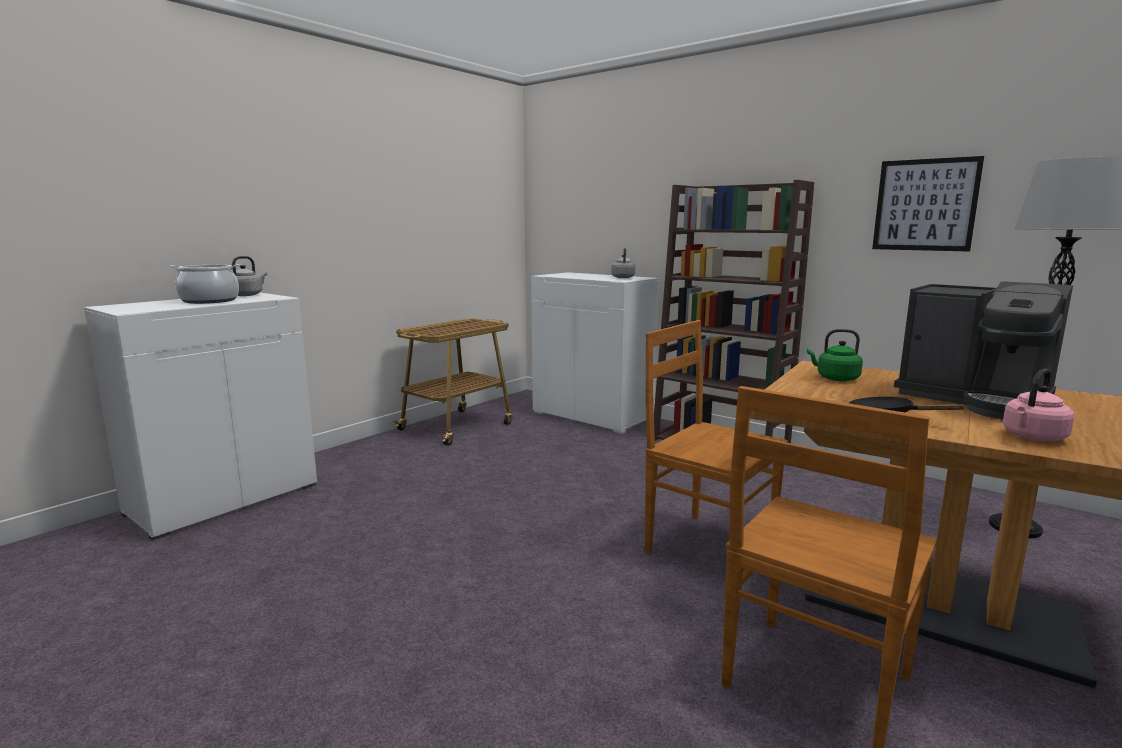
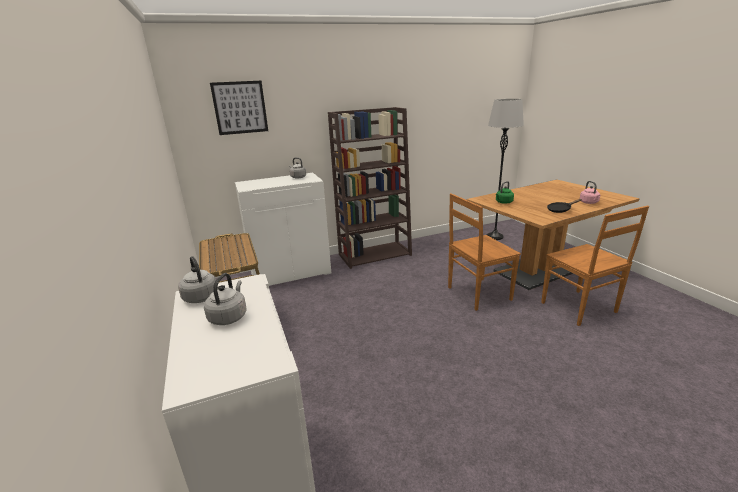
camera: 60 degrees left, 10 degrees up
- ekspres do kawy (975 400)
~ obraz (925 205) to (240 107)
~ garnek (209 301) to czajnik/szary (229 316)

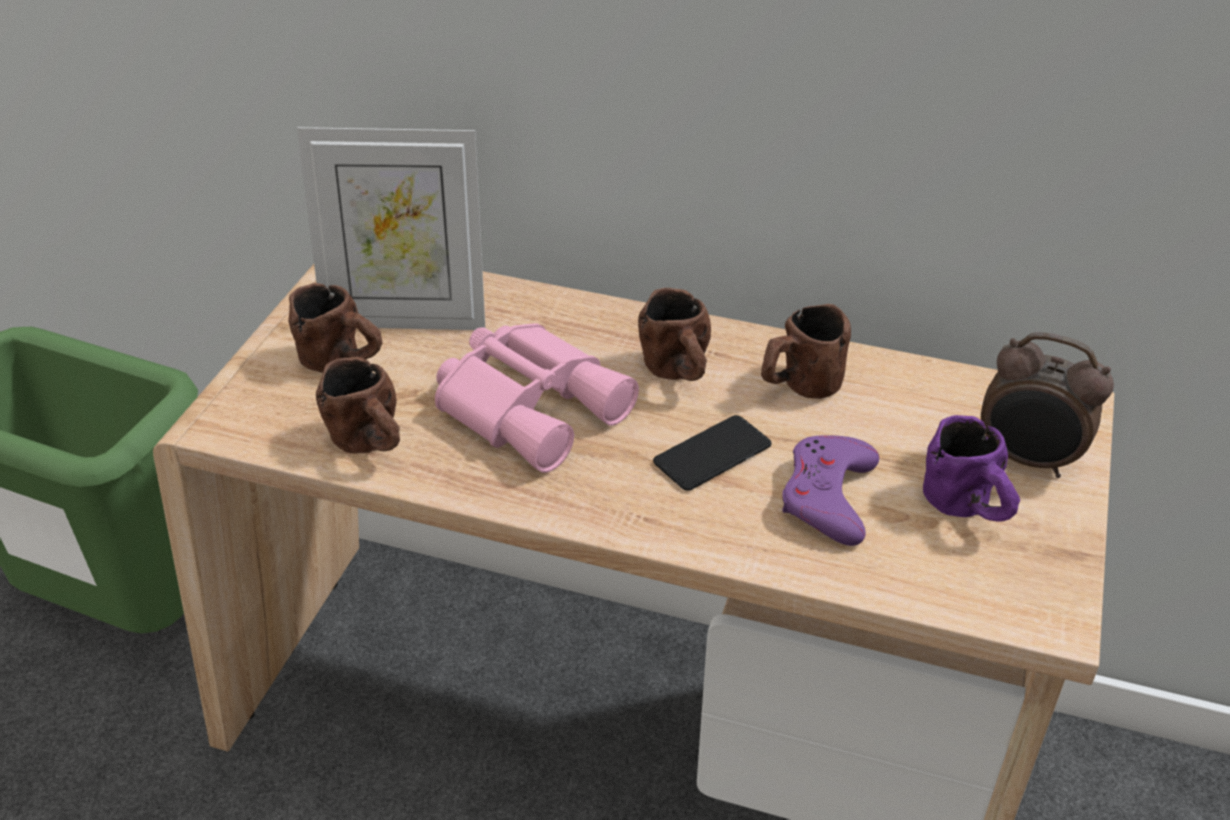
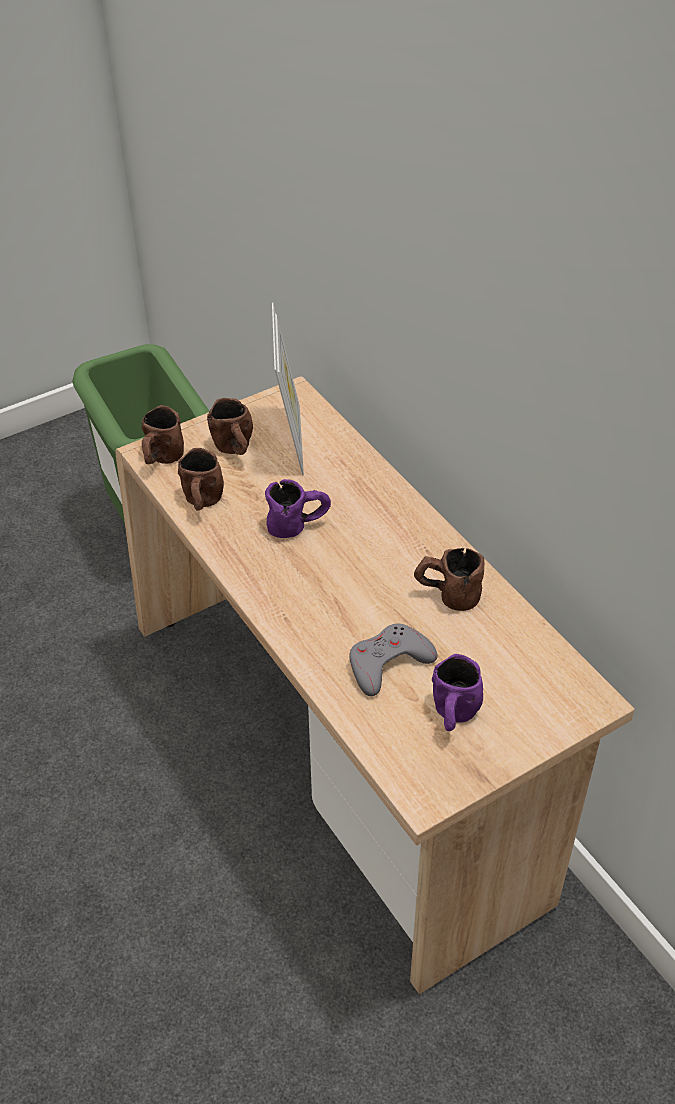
camera: 40 degrees right, 5 degrees up
- telefon (712 454)
- budzik (1027 460)
~ kubek/brązowy (680 375) to (161 460)
~ lornetka/różowy (532 404) to kubek/fioletowy (298 525)
~ pad do gier/fioletowy (828 496) to pad do gier/szary (388 663)
~ ramka na zdjęcie (406 318) = (290 441) 135 degrees counterclockwise

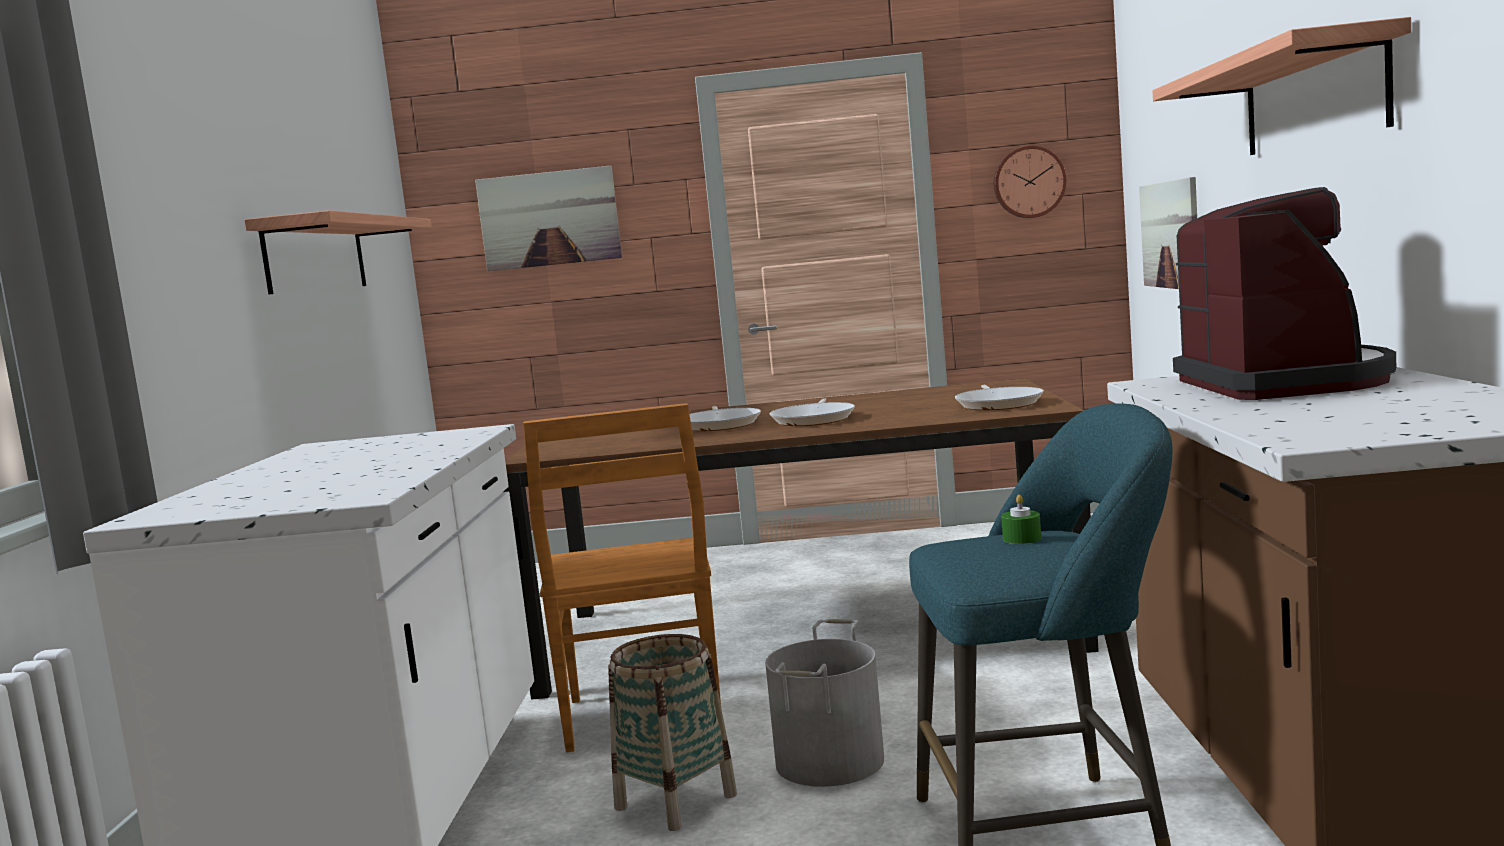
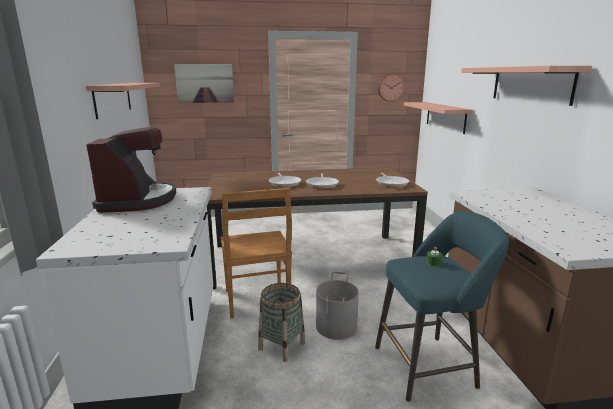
camera: 10 degrees left, 10 degrees up
~ ekspres do kawy (1285 383) to (138 200)
~ obraz (1170 234) to półka (445 117)

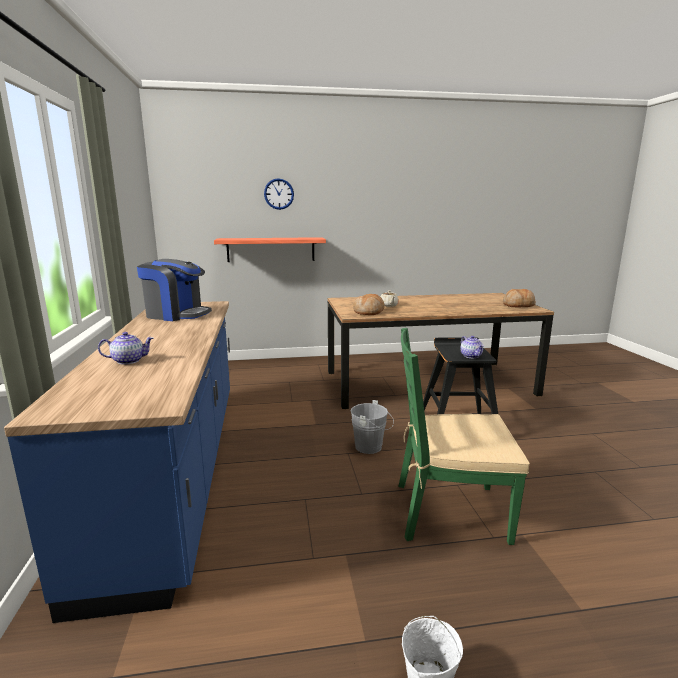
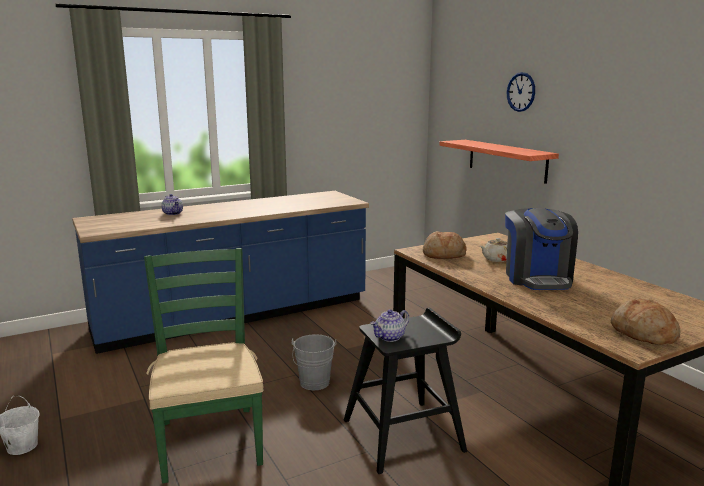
camera: 70 degrees right, 0 degrees up
~ ekspres do kawy (177 315) to (537 278)

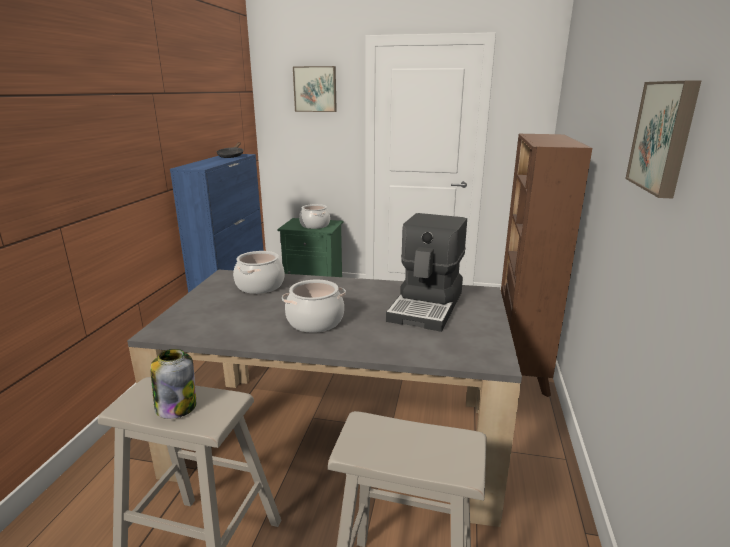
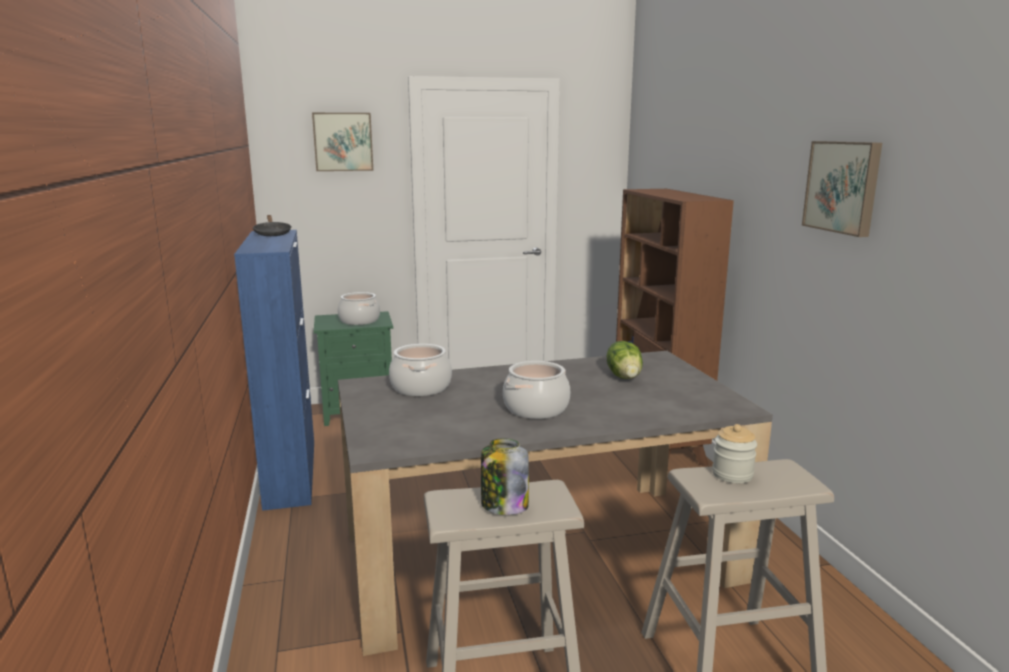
camera: 25 degrees left, 5 degrees down
+ słoik (732 474)
~ ekspres do kawy (427 306) to sałata (625 376)

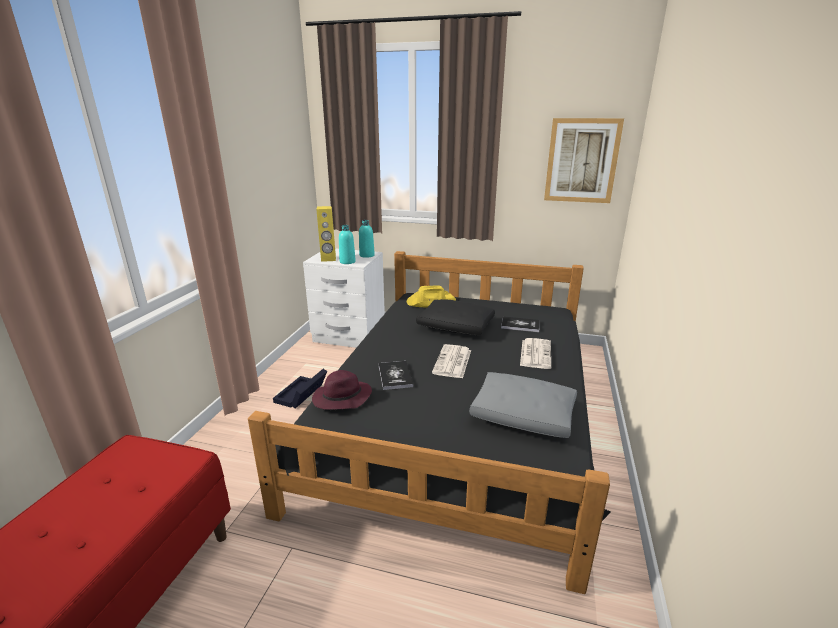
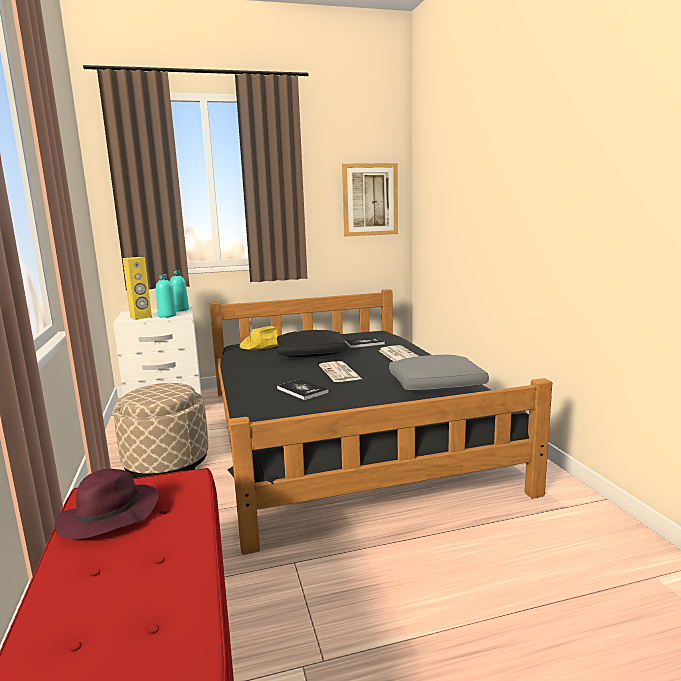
camera: 30 degrees left, 10 degrees down
~ kapelusz/fioletowy (341 399) to (108 517)
~ pojemnik do przechowywania/czarny (301 395) to pufa/beżowy (166 463)

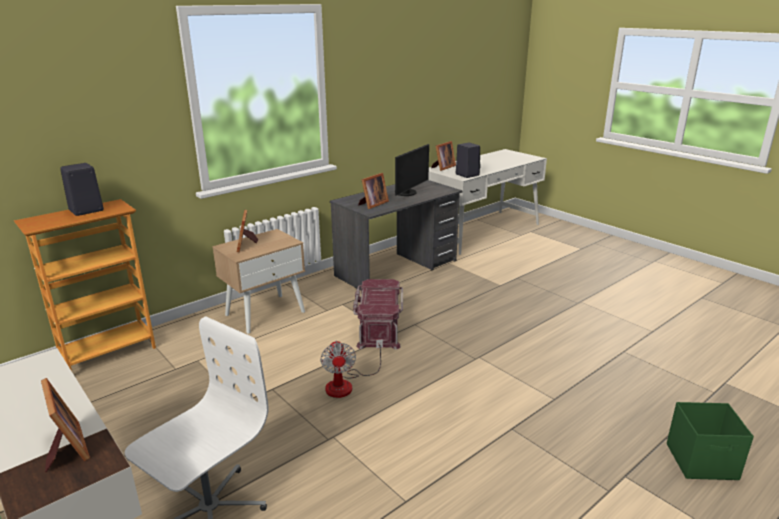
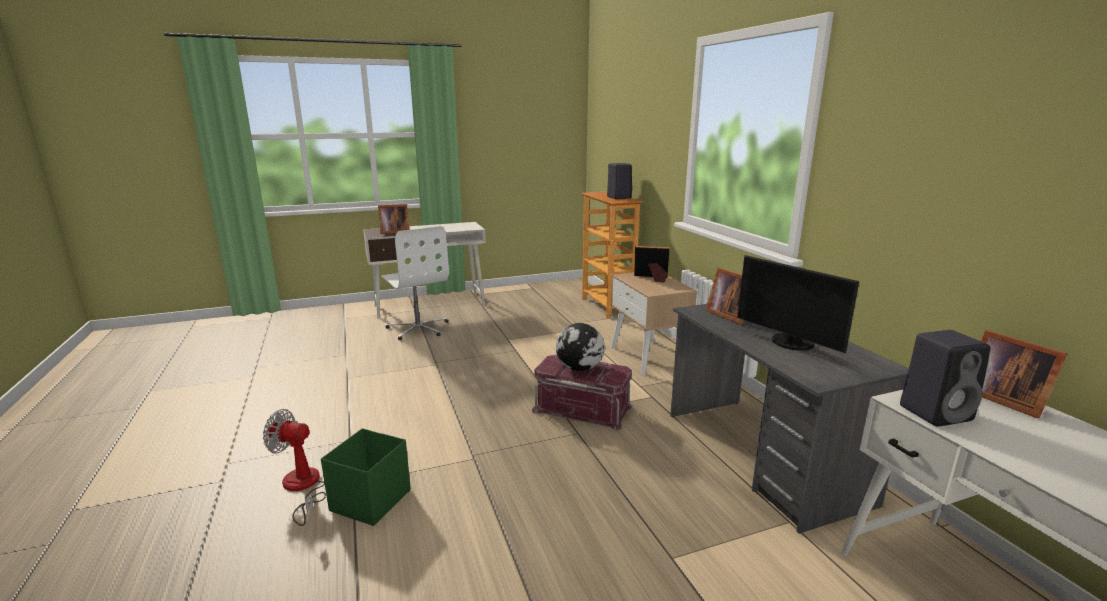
camera: 110 degrees right, 5 degrees down
+ globus (579 369)
~ wentylator (346 384) to (302 488)
~ pojemnik do przechowywania/zielony (702 462) to (369 501)

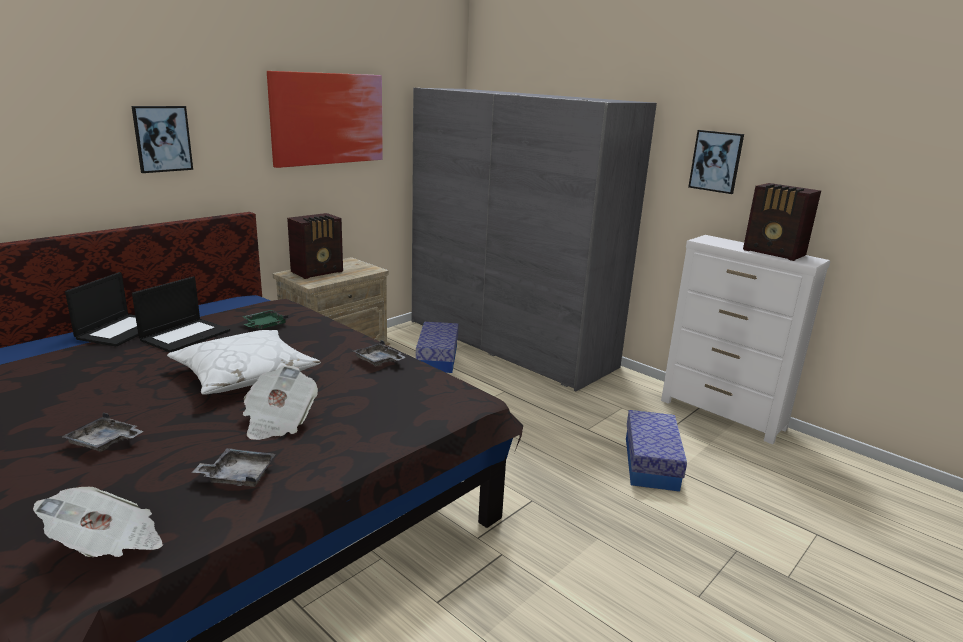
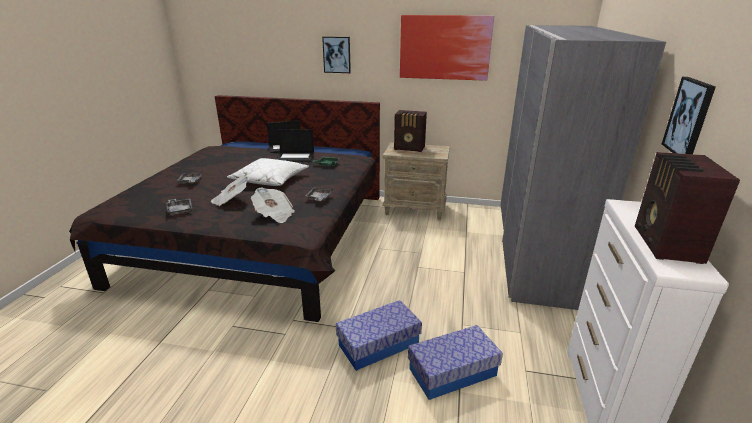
camera: 60 degrees right, 5 degrees up
~ gazeta (108 545) to (274 215)
~ pojemnik do przechowywania (437 358) to (378 344)

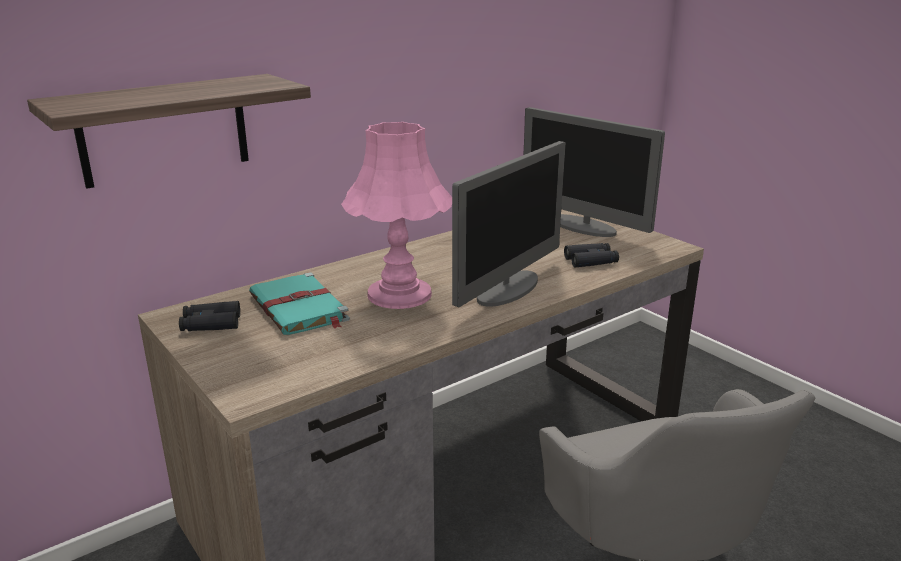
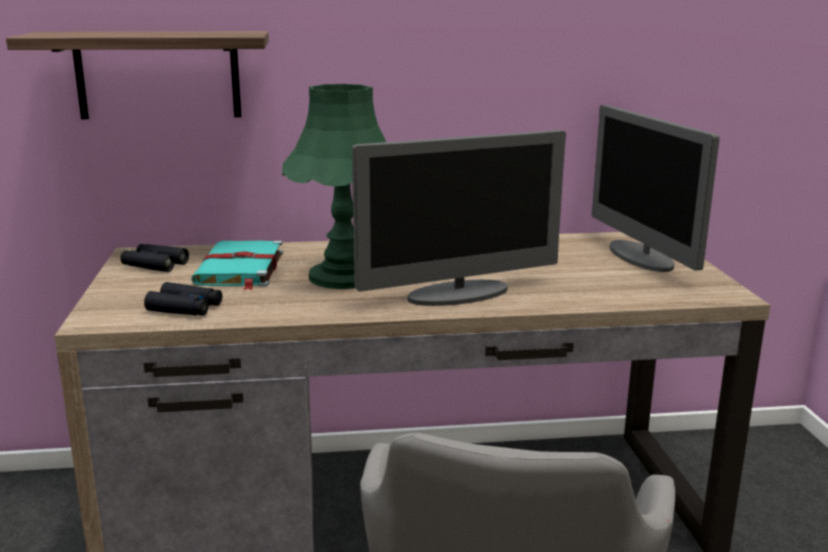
camera: 30 degrees right, 5 degrees down
~ lornetka/czarny (591 261) to (185 308)
~ lampa stołowa/różowy (400 294) to lampa stołowa/zielony (345 276)

